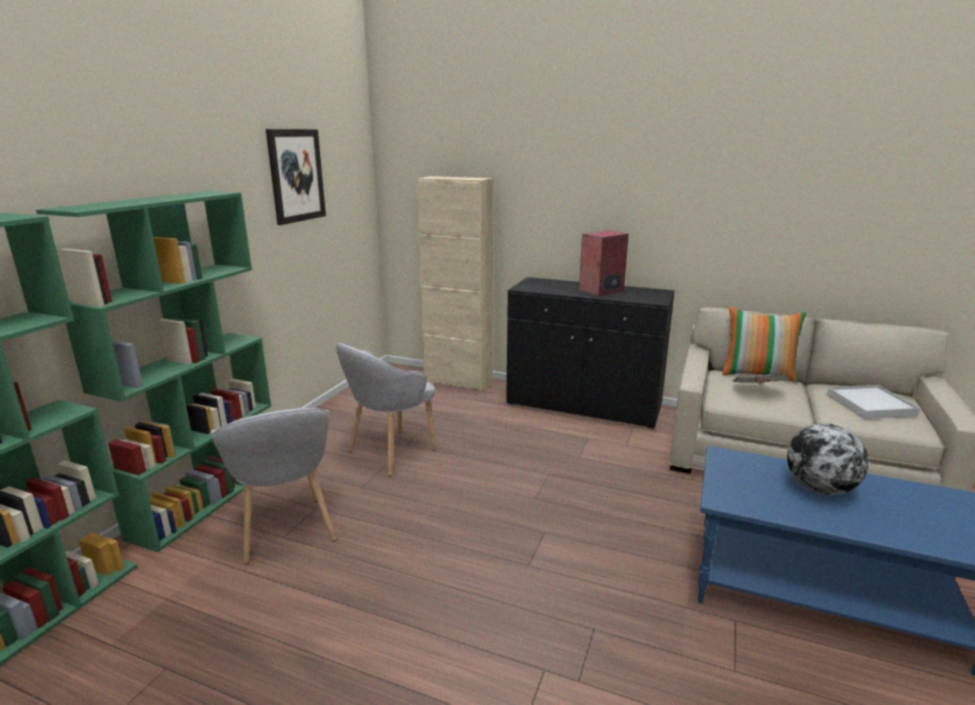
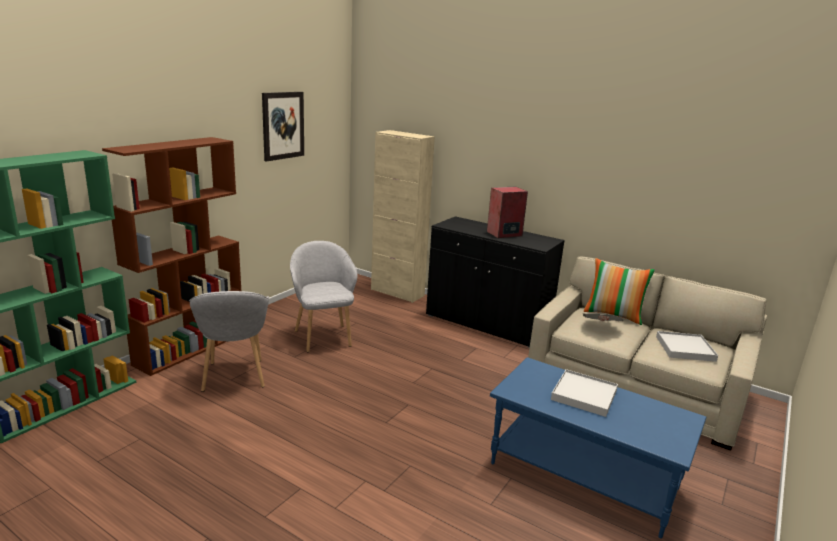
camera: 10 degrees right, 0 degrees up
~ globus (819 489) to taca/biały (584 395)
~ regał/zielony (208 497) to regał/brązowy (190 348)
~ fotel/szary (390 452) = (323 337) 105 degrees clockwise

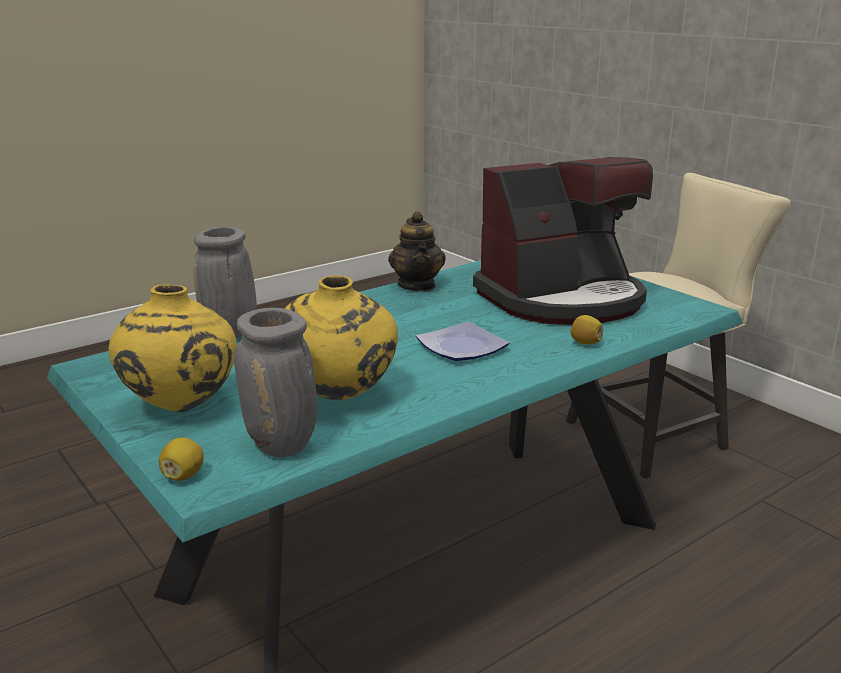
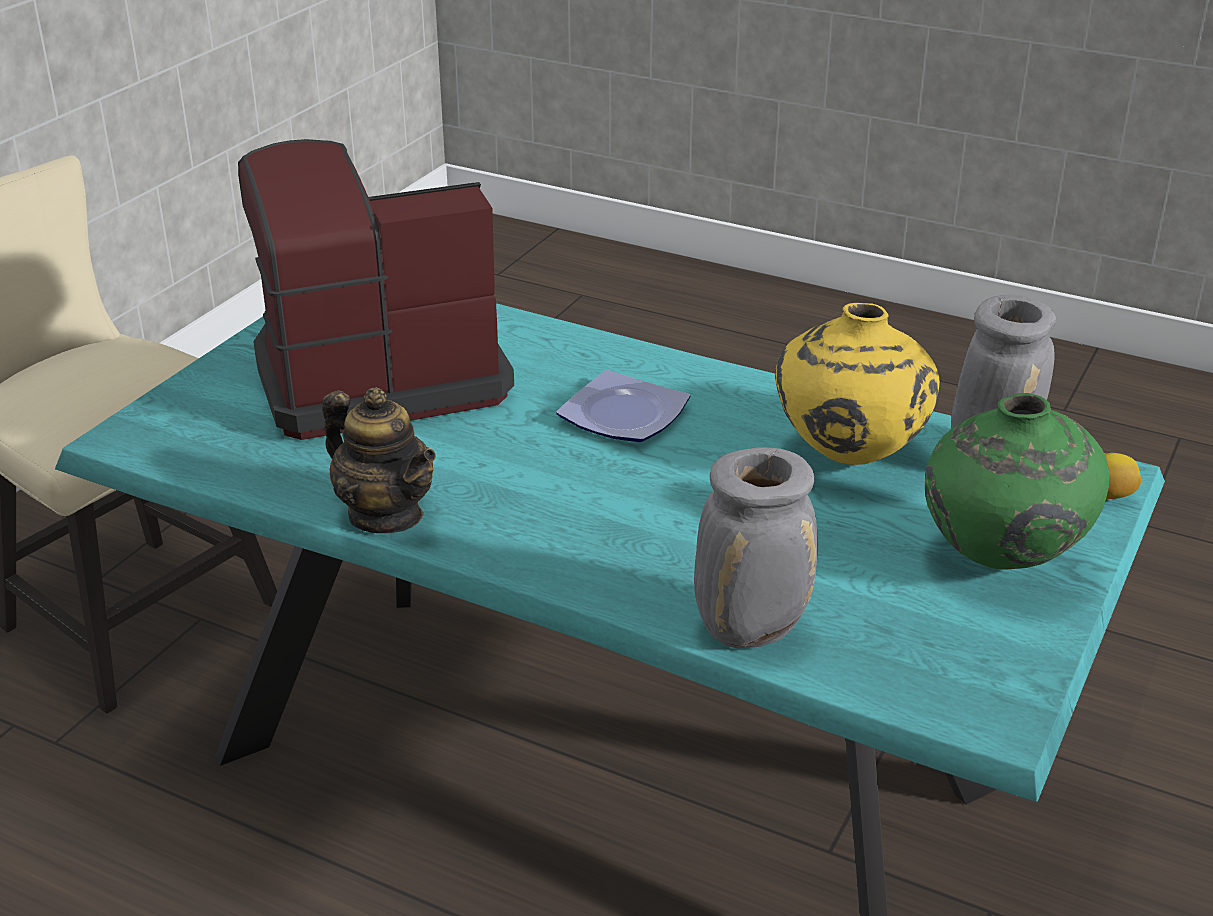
camera: 115 degrees left, 10 degrees up
- cytryna (585 343)
~ wazon/żółty (180 408) to wazon/zielony (1000 563)
~ imbryk (417 286) = (386 515) 75 degrees clockwise
~ ekspres do kawy (562 299) = (376 377) 60 degrees counterclockwise

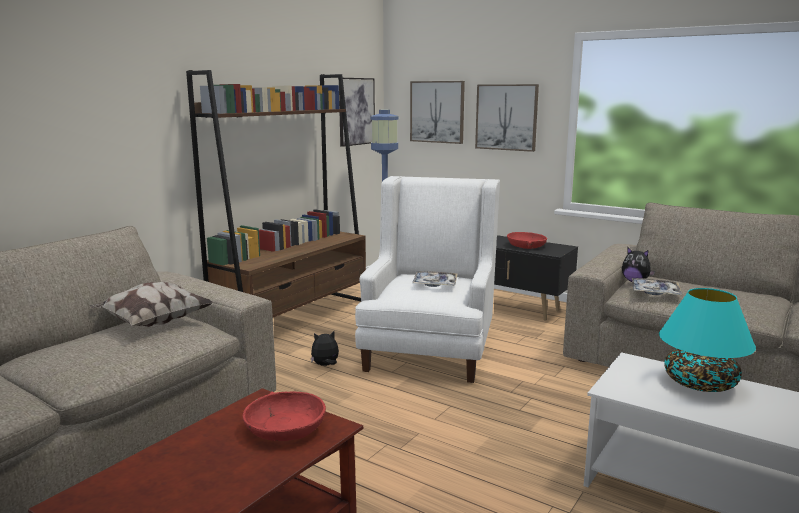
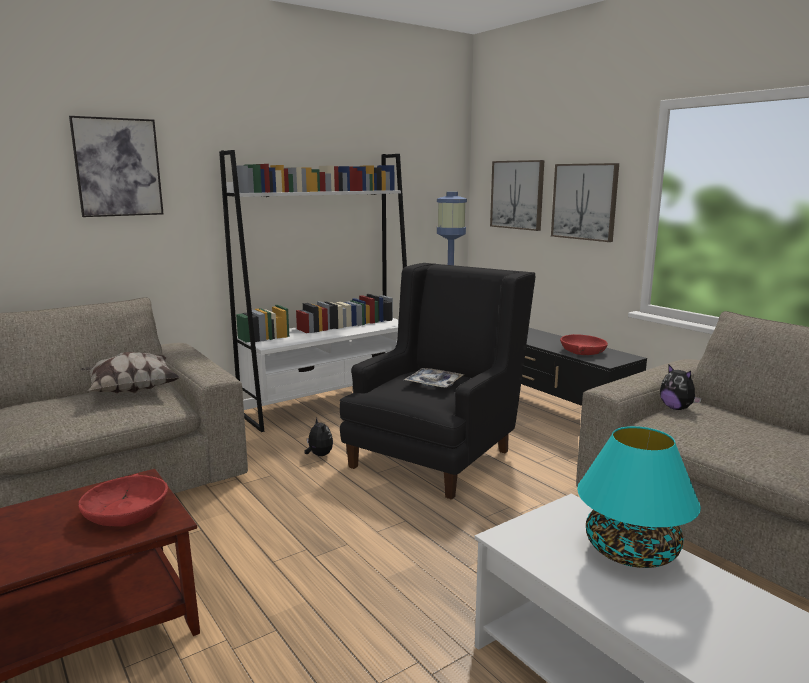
camera: 20 degrees right, 0 degrees up
- taca (655 292)
~ obraz (356 111) to (118 167)
~ regał/brązowy (294 319) to regał/biały (331 403)
~ fotel/biały (430 348) to fotel/czarny (437 453)
~ pluszak (325 365) = (319 455) 60 degrees clockwise

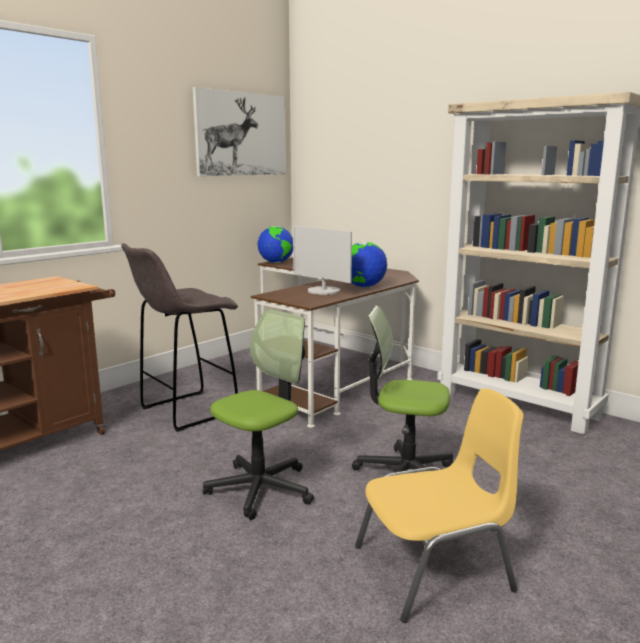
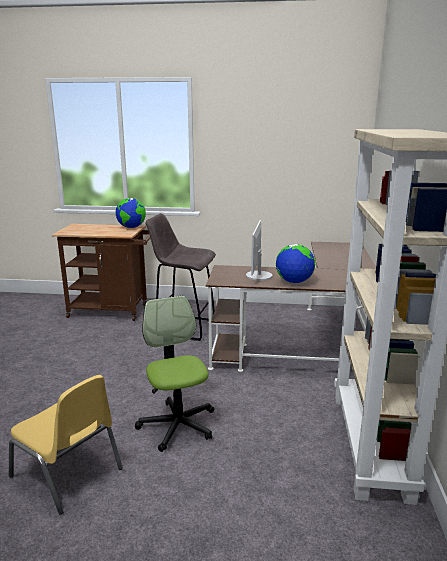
camera: 55 degrees right, 5 degrees up
- obraz (241 134)
- krzesło biurowe (261 489)
~ globus (276 263) to (131 227)

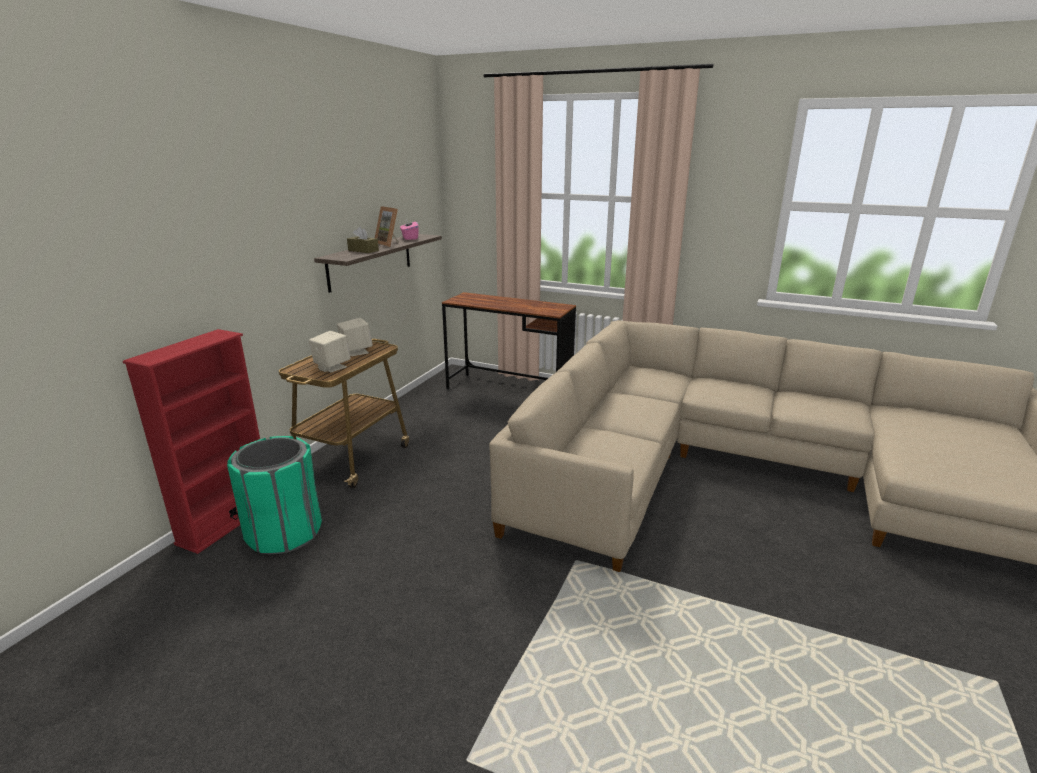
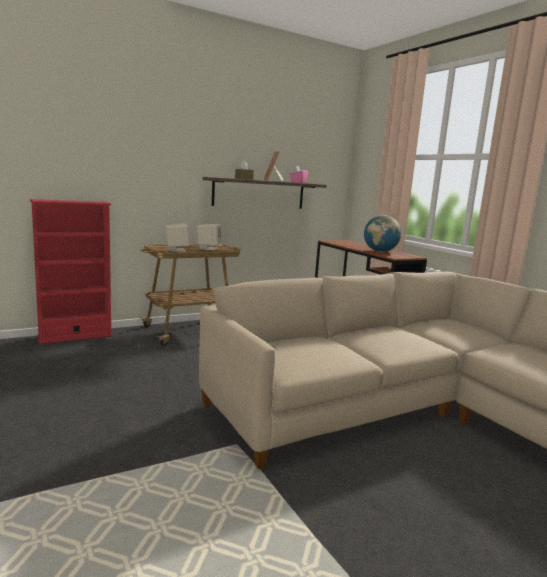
camera: 35 degrees right, 10 degrees down
- kosz na śmieci/zielony (284 533)
+ globus (380 251)

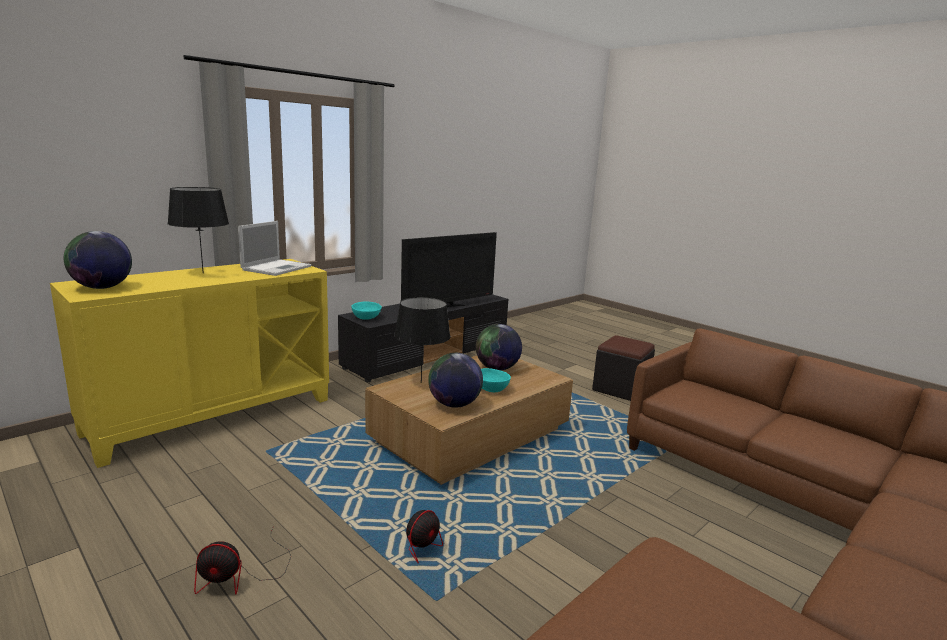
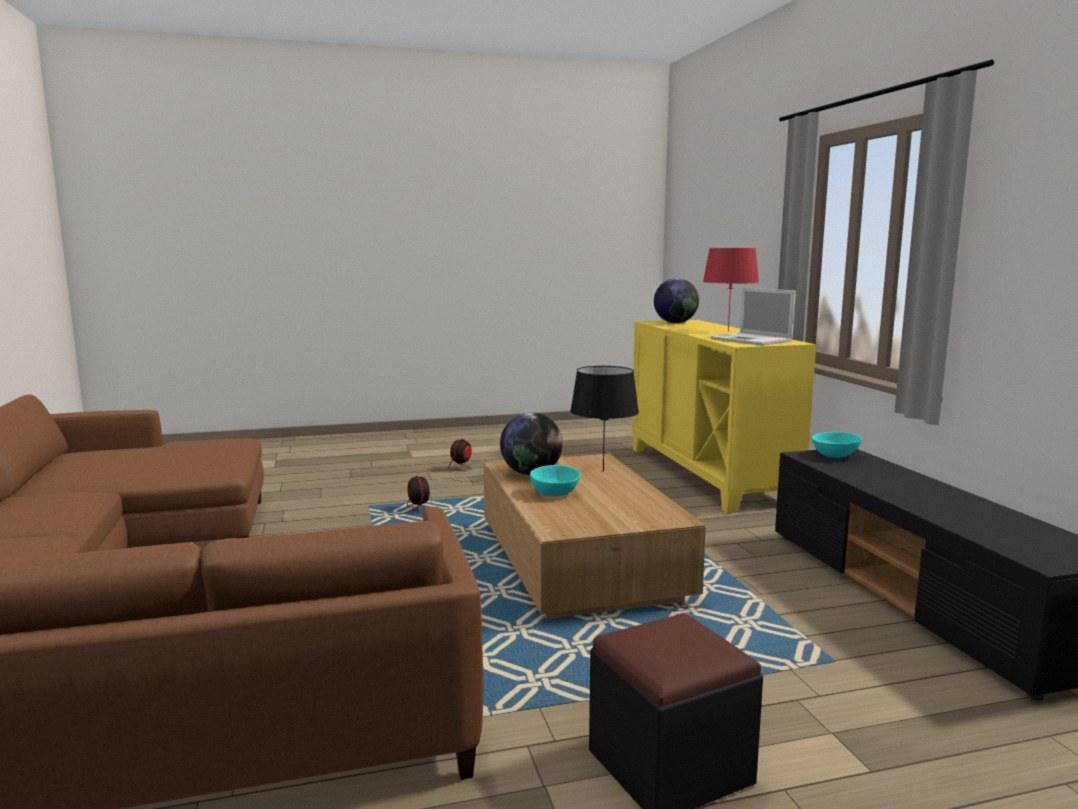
camera: 120 degrees right, 5 degrees down
- telewizor (447 307)
- globus (497 368)
~ lampa stołowa/czarny (202 273) to lampa stołowa/czerwony (728 331)

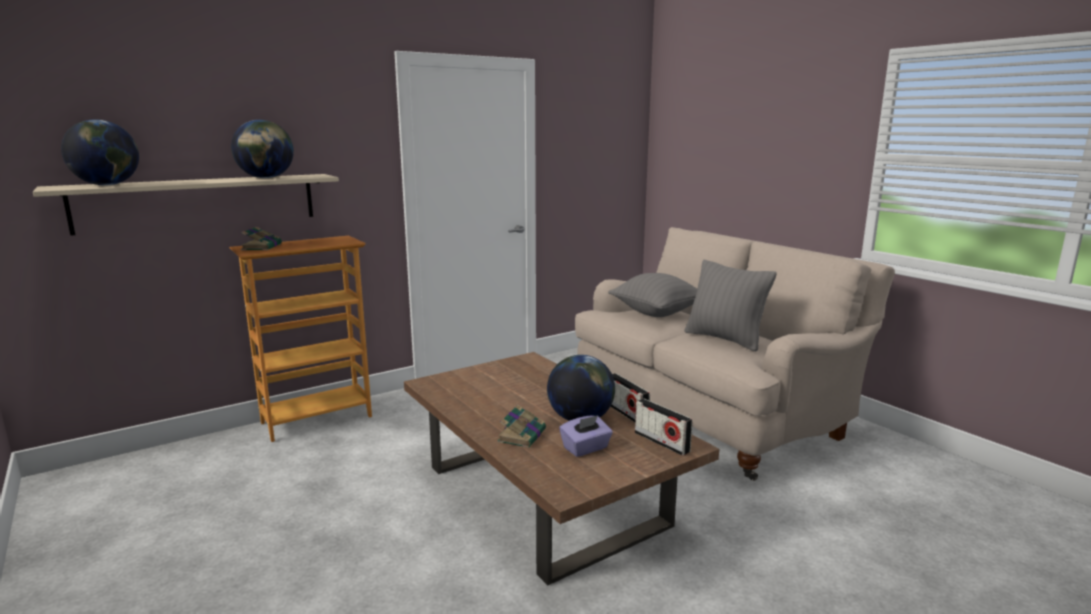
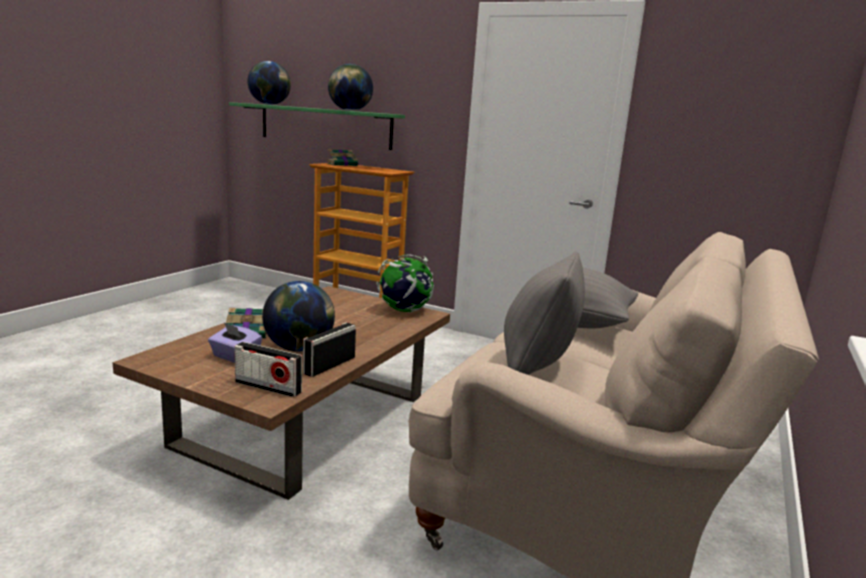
camera: 60 degrees right, 0 degrees up
+ globus (404 310)
~ półka/beżowy (199 202) to półka/zielony (324 126)
~ radio (661 442) = (268 387) 90 degrees counterclockwise

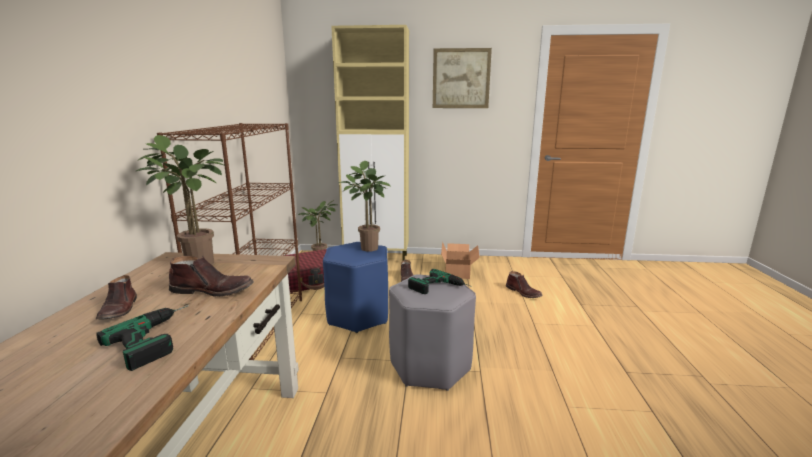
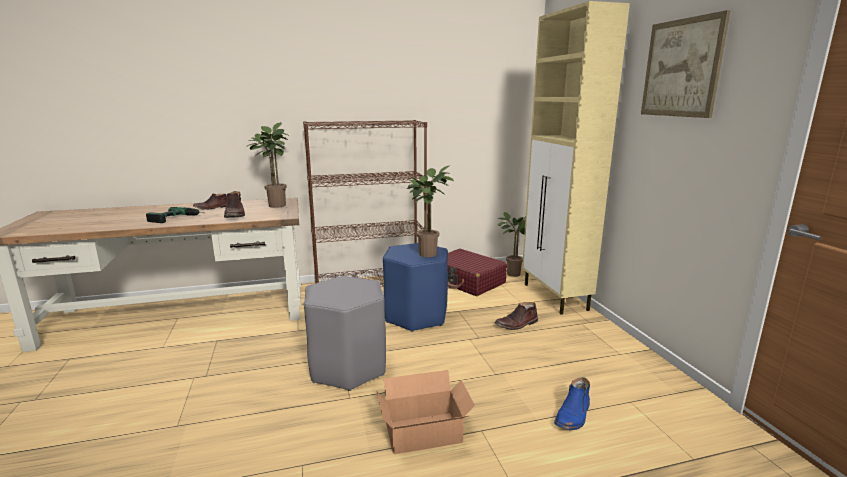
camera: 70 degrees right, 0 degrees up
- wiertarka (441 288)
~ karton (459 271) to (425 434)
~ but z cholewką/brązowy (523 292) to but z cholewką/niebieski (573 415)

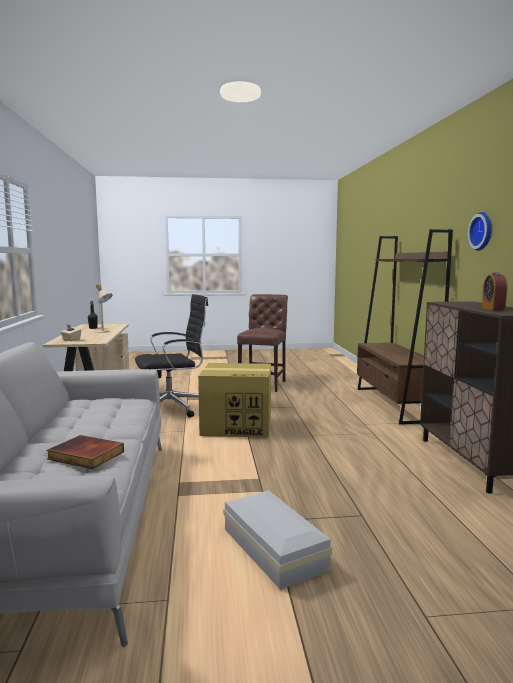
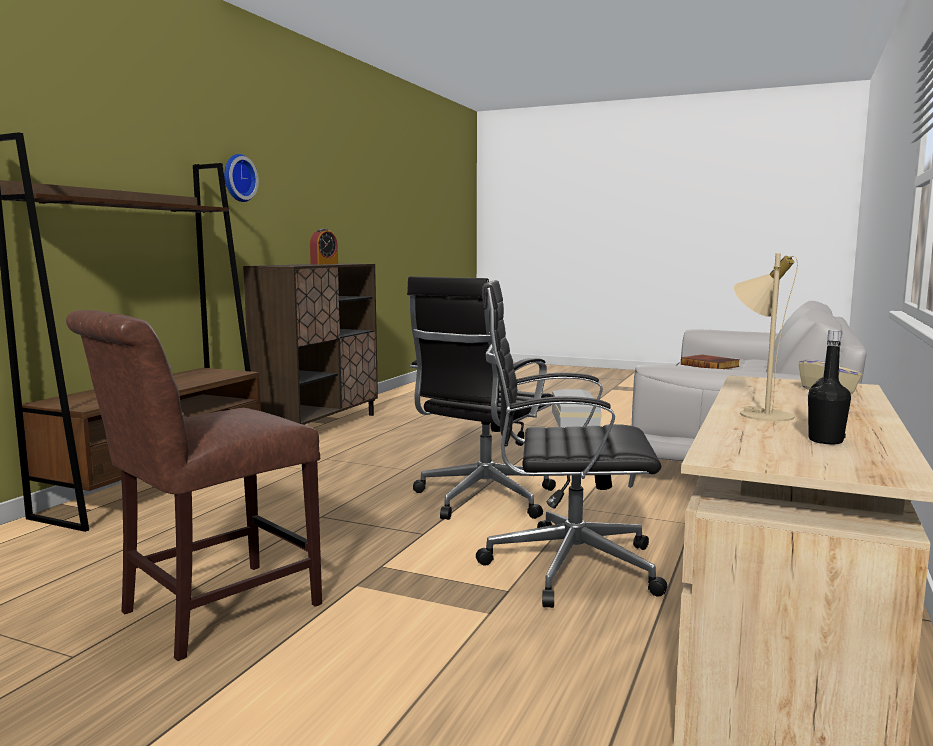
camera: 150 degrees left, 0 degrees up
~ karton (238 426) to krzesło biurowe/czarny (481 499)

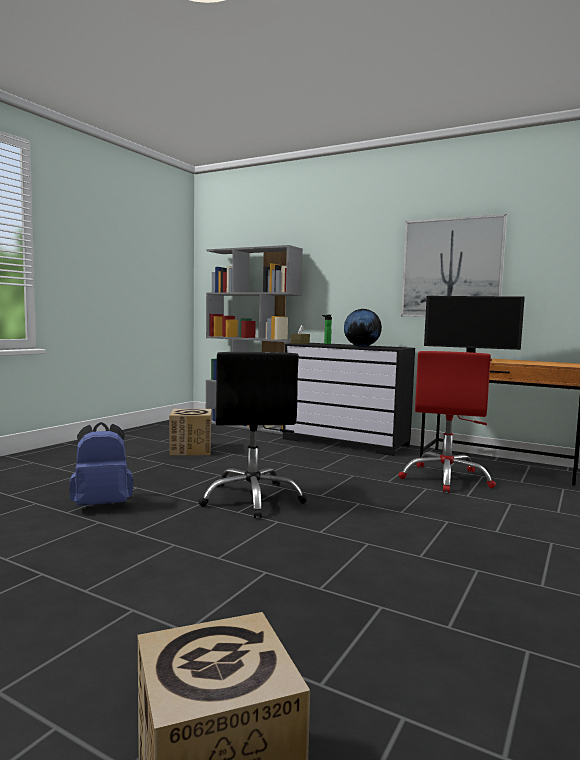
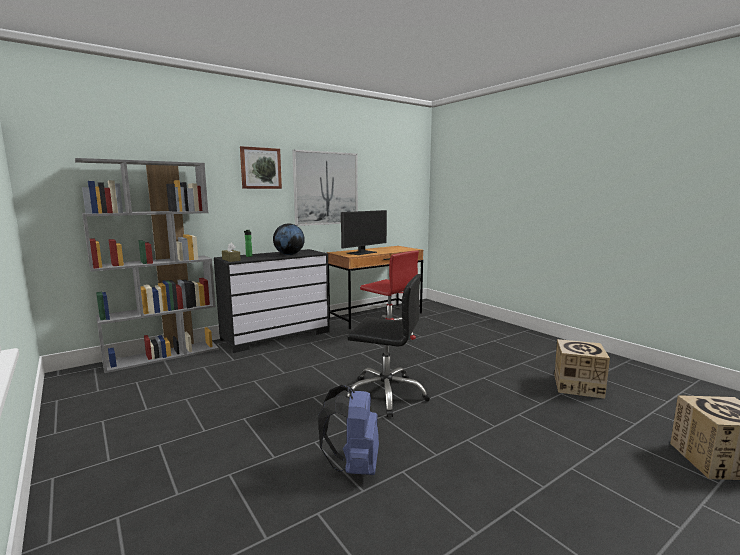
camera: 65 degrees left, 5 degrees up
+ obraz (260 168)
~ karton (191 450) to (577 386)

